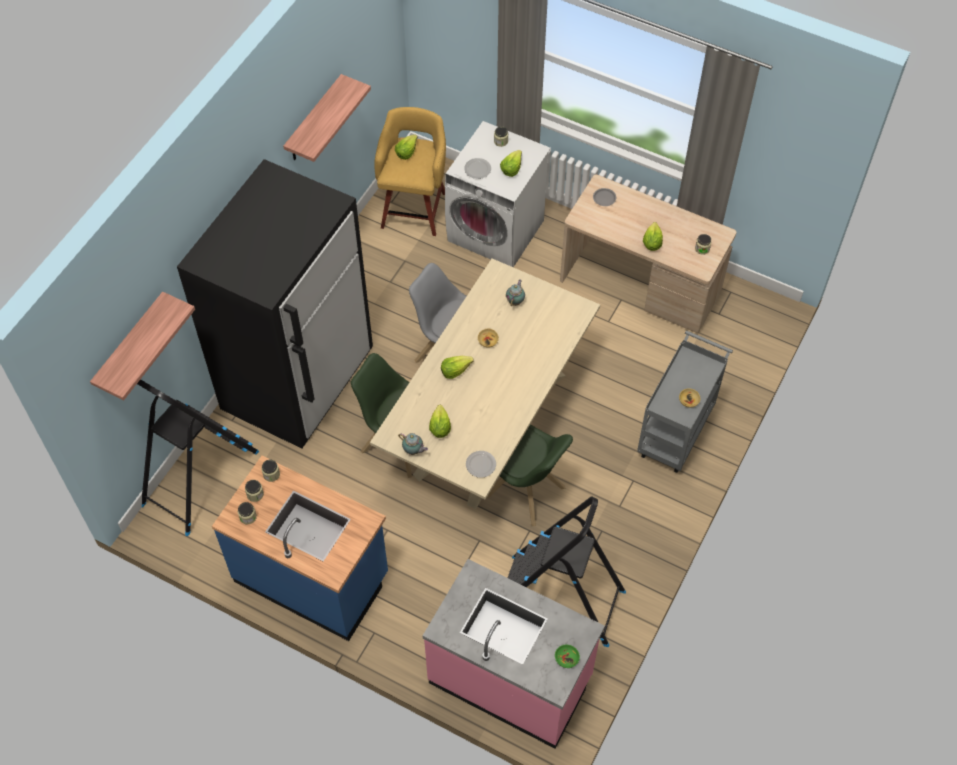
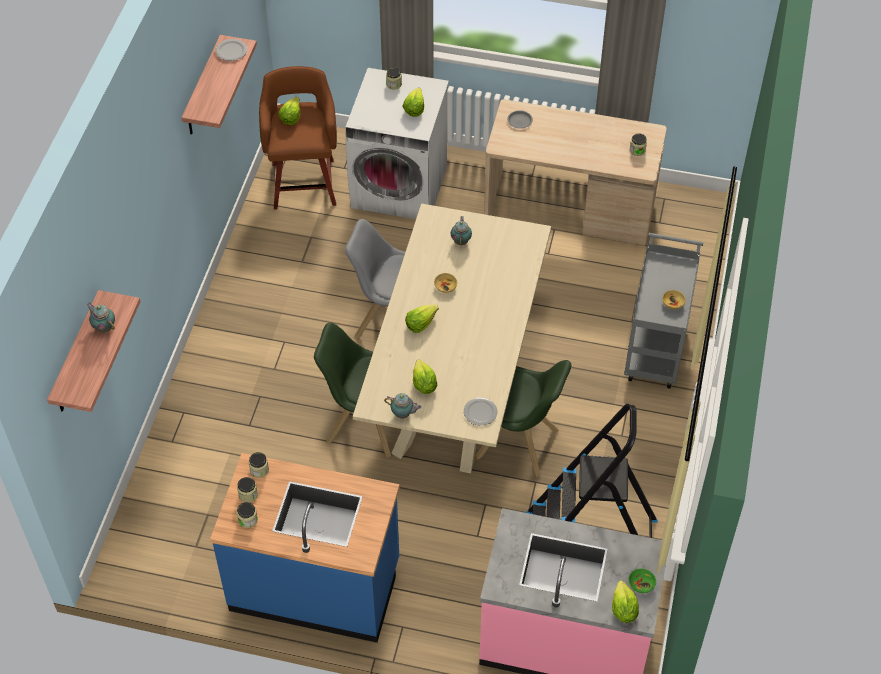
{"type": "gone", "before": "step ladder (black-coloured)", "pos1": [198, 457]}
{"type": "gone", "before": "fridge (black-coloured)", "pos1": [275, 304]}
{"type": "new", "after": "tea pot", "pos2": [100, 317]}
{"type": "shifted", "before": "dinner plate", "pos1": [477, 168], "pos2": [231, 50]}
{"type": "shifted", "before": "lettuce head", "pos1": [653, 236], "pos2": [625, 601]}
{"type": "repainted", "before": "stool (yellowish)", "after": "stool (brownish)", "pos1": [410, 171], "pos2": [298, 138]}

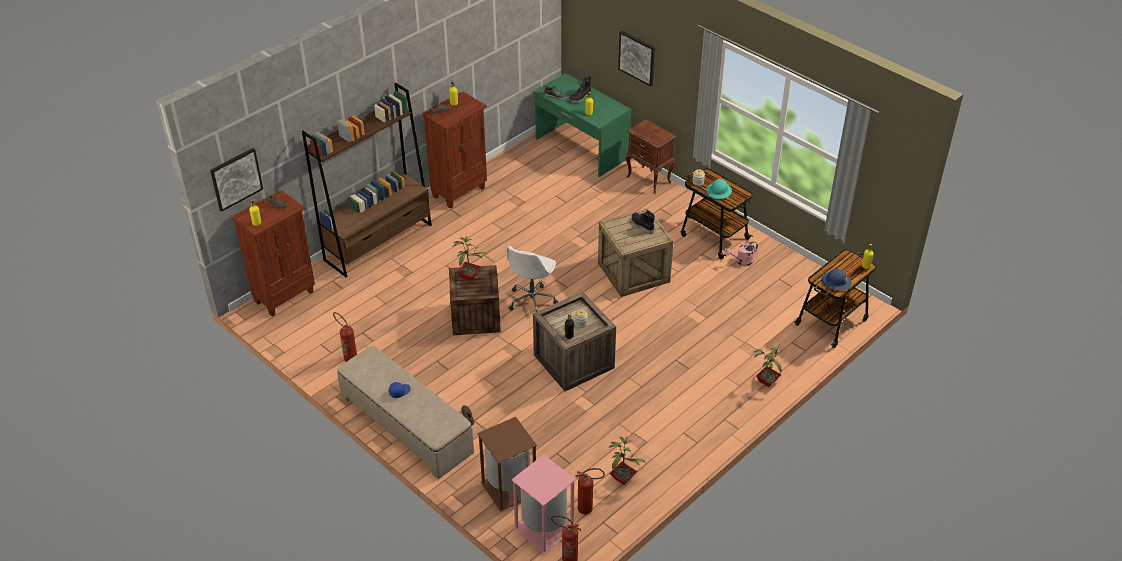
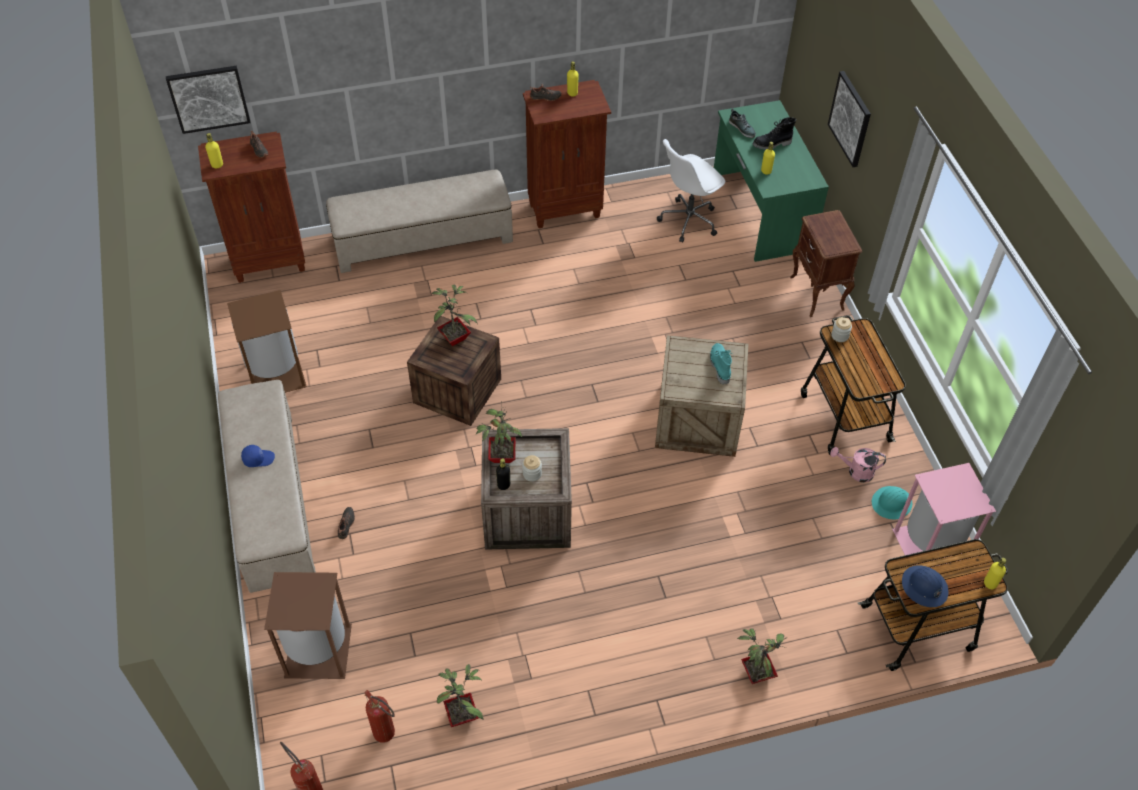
{"type": "new", "after": "plant in a pot", "pos2": [499, 432]}
{"type": "shifted", "before": "computer chair (white)", "pos1": [532, 279], "pos2": [691, 191]}
{"type": "shifted", "before": "trash can (pink-coloured)", "pos1": [544, 504], "pos2": [944, 515]}
{"type": "shifted", "before": "safety helmet (turquoise)", "pos1": [719, 189], "pos2": [892, 502]}
{"type": "swapped", "before": "shelving unit (brownish)", "after": "long seat (sand-coloured)", "pos1": [367, 180], "pos2": [419, 221]}
{"type": "swapped", "before": "fire extinguisher", "after": "trash can (brownish)", "pos1": [345, 337], "pos2": [267, 341]}
{"type": "repainted", "before": "tall boot (black-coloured)", "after": "tall boot (turquoise)", "pos1": [643, 222], "pos2": [721, 363]}

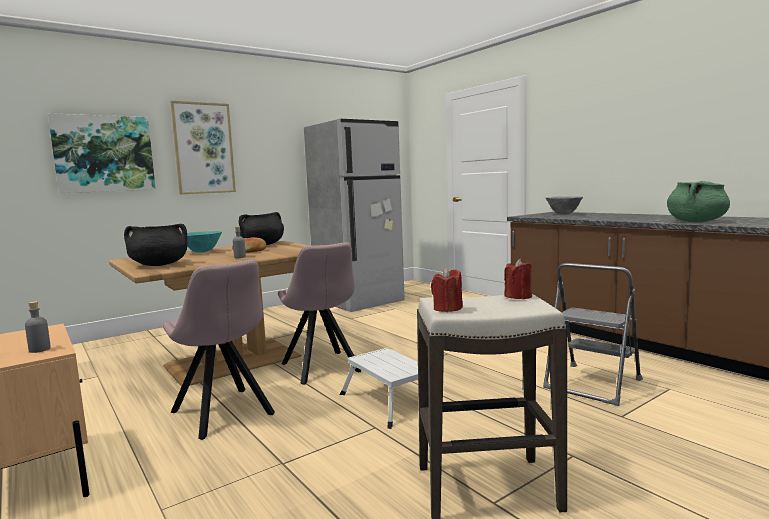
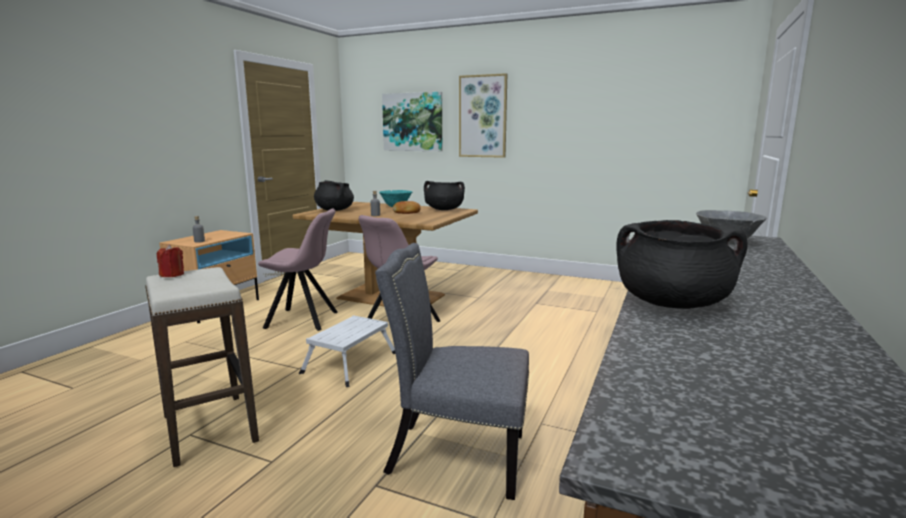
{"type": "gone", "before": "fridge (grey)", "pos1": [354, 215]}
{"type": "gone", "before": "wax light (reddish)", "pos1": [518, 279]}
{"type": "swapped", "before": "step ladder (grey)", "after": "chair (grey)", "pos1": [593, 334], "pos2": [452, 371]}
{"type": "repainted", "before": "cooking pot (green-coloured)", "after": "cooking pot (black-coloured)", "pos1": [698, 201], "pos2": [682, 264]}
{"type": "rotated", "before": "chair (pink-coloured)", "pos1": [219, 350], "pos2": [298, 269], "turn": -105}

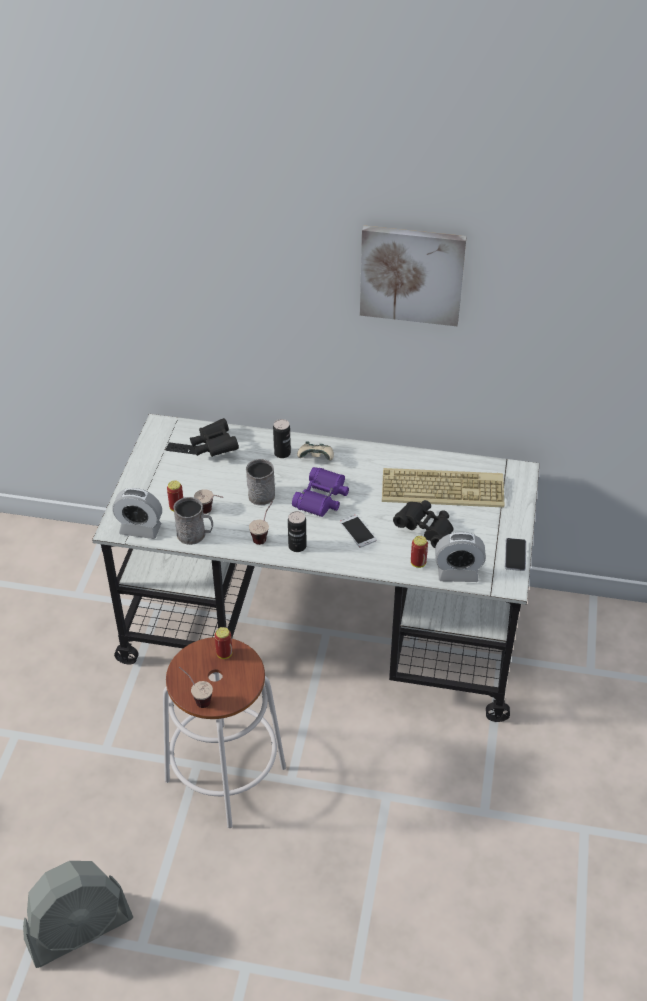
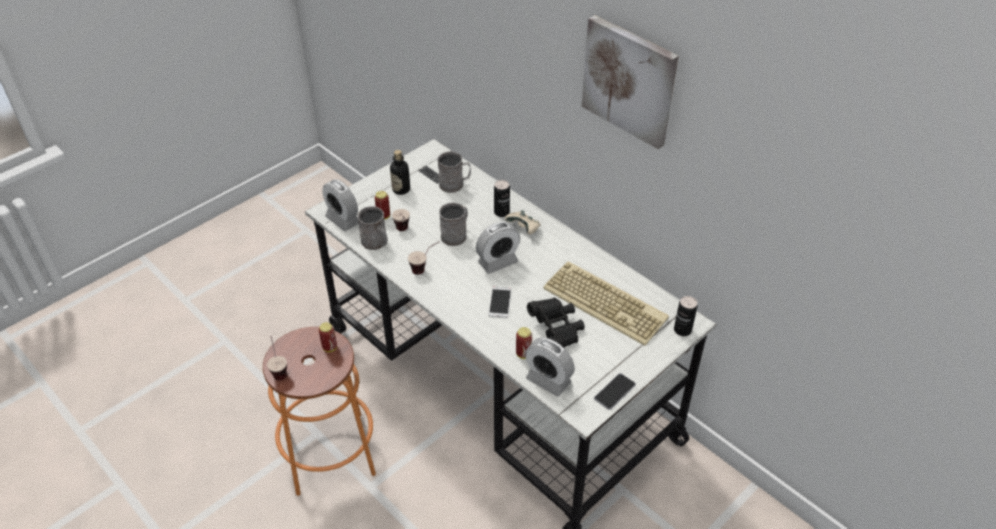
{"type": "gone", "before": "electric fan (grey)", "pos1": [78, 914]}
{"type": "new", "after": "beverage bottle", "pos2": [400, 172]}
{"type": "shifted", "before": "metal can", "pos1": [297, 531], "pos2": [686, 316]}
{"type": "swapped", "before": "field glasses (black-coloured)", "after": "tea mug (grey)", "pos1": [214, 437], "pos2": [454, 172]}
{"type": "swapped", "before": "field glasses (purple)", "after": "alarm clock", "pos1": [320, 492], "pos2": [498, 248]}
{"type": "repainted", "before": "stool (white)", "after": "stool (orange-coloured)", "pos1": [224, 732], "pos2": [319, 411]}

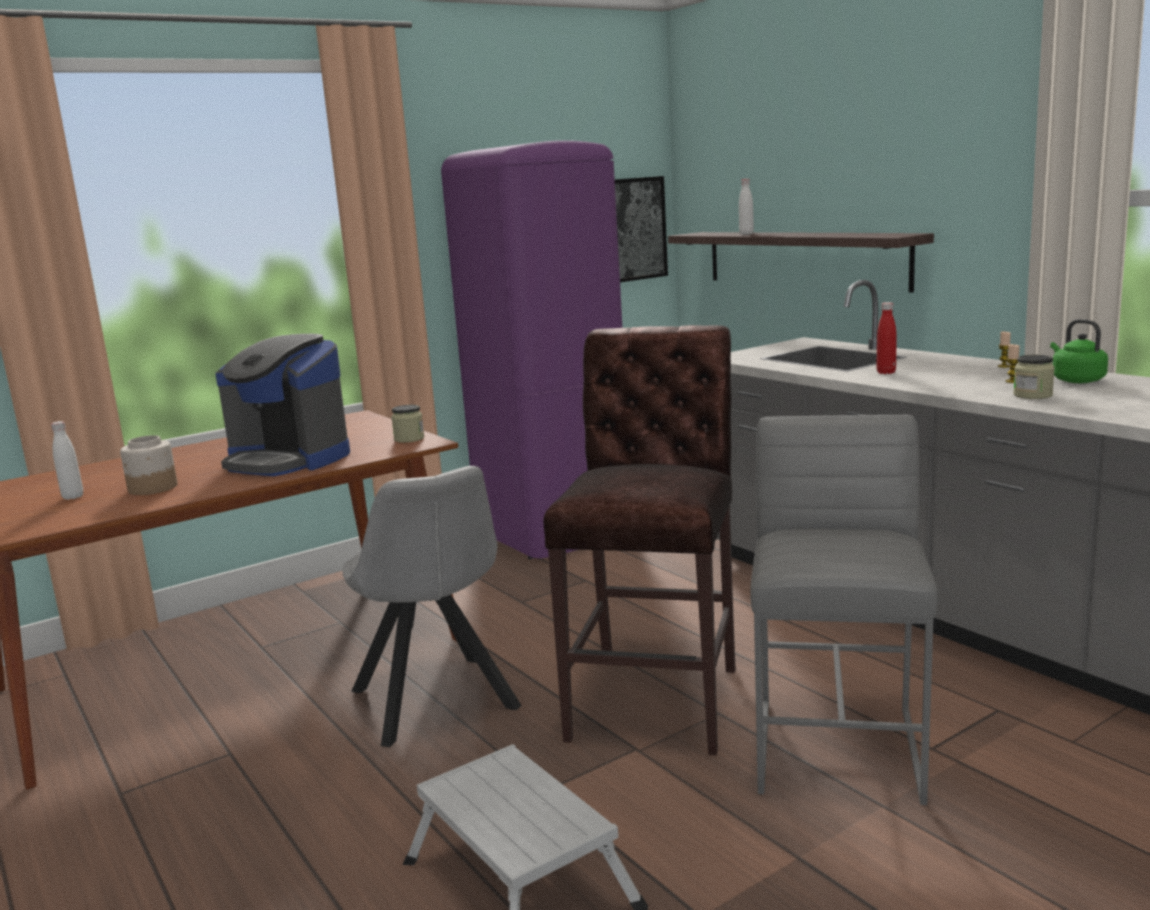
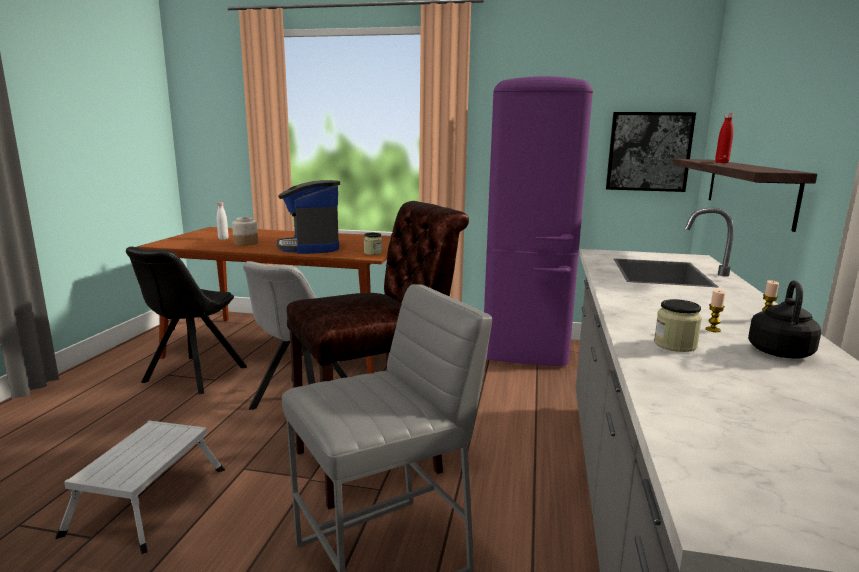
{"type": "gone", "before": "beverage bottle (white)", "pos1": [746, 207]}
{"type": "new", "after": "chair (black-coloured)", "pos2": [186, 320]}
{"type": "shifted", "before": "beverage bottle (reddish)", "pos1": [886, 338], "pos2": [724, 138]}
{"type": "repainted", "before": "kettle (green-coloured)", "after": "kettle (black-coloured)", "pos1": [1079, 351], "pos2": [784, 319]}

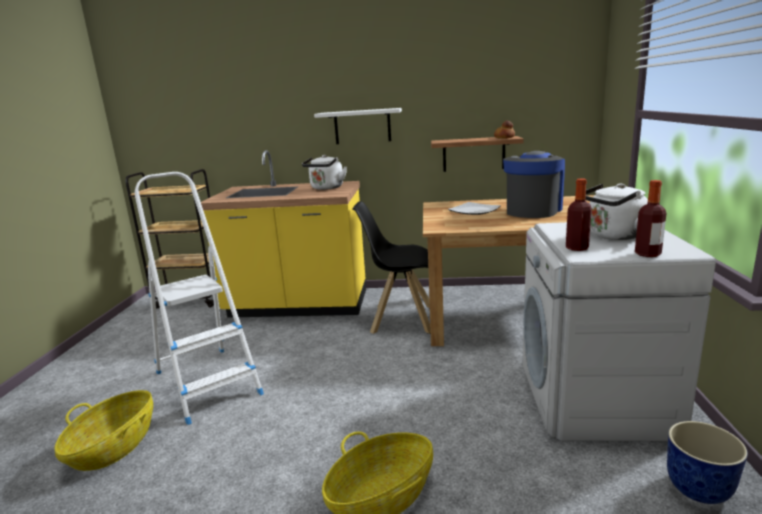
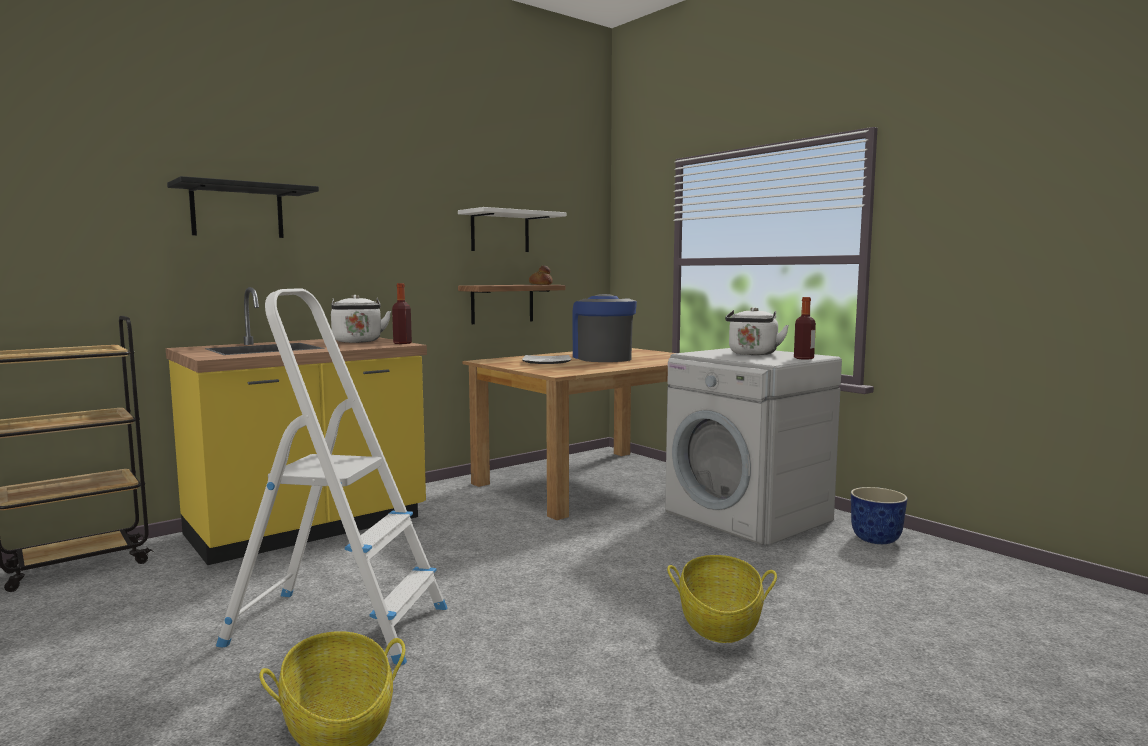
{"type": "gone", "before": "chair (black-coloured)", "pos1": [392, 267]}
{"type": "new", "after": "wall shelf (black-coloured)", "pos2": [243, 207]}
{"type": "shifted", "before": "wall shelf (white)", "pos1": [358, 126], "pos2": [512, 229]}
{"type": "shifted", "before": "beverage bottle", "pos1": [579, 215], "pos2": [402, 313]}

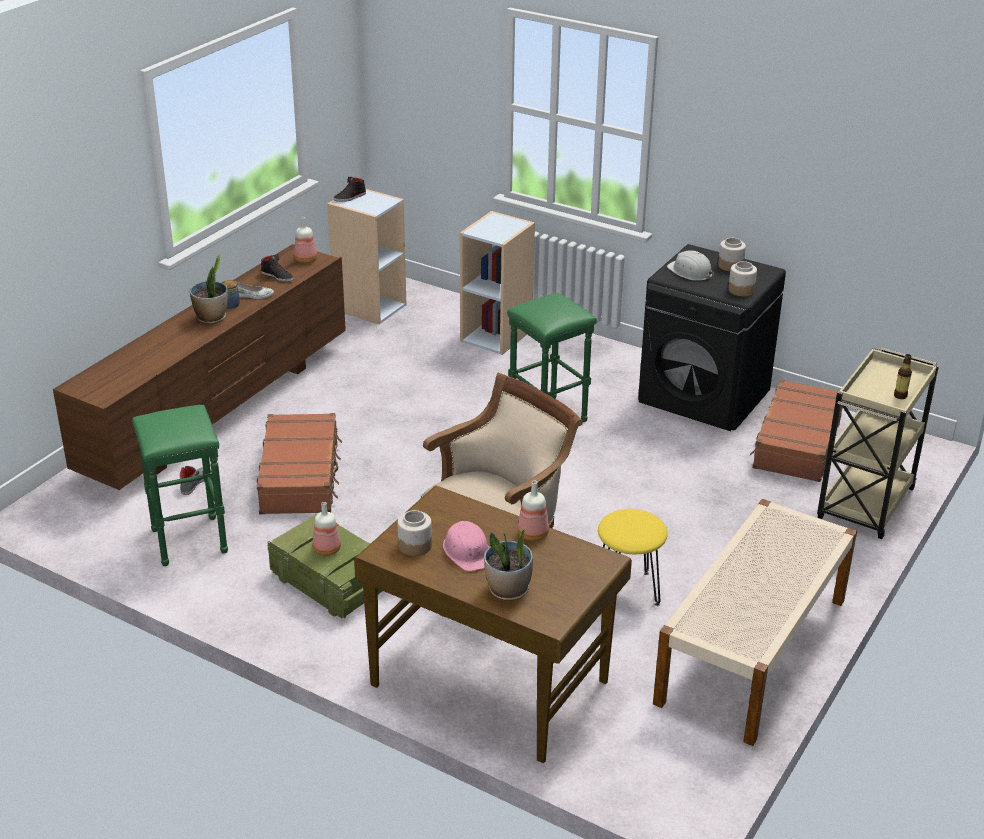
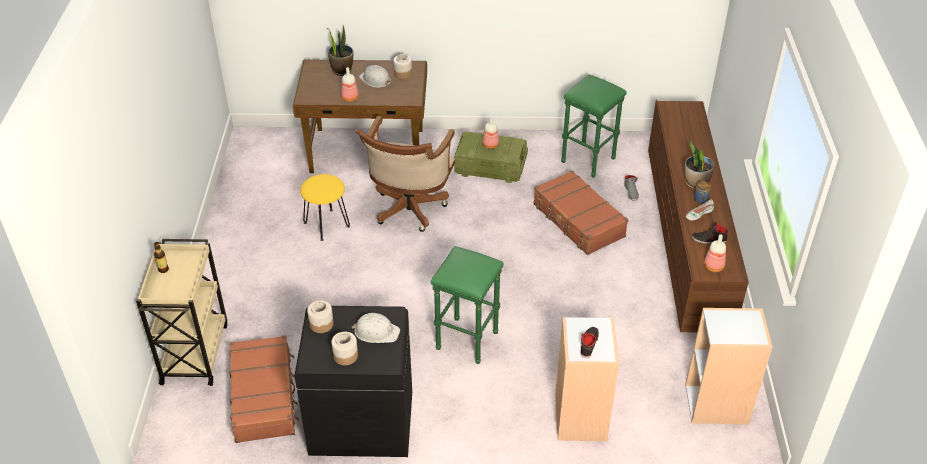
{"type": "gone", "before": "long seat (sand-coloured)", "pos1": [755, 622]}
{"type": "shifted", "before": "item of footwear (black-coloured)", "pos1": [350, 189], "pos2": [590, 342]}
{"type": "repainted", "before": "safety helmet (pink-coloured)", "after": "safety helmet (white)", "pos1": [466, 546], "pos2": [375, 76]}

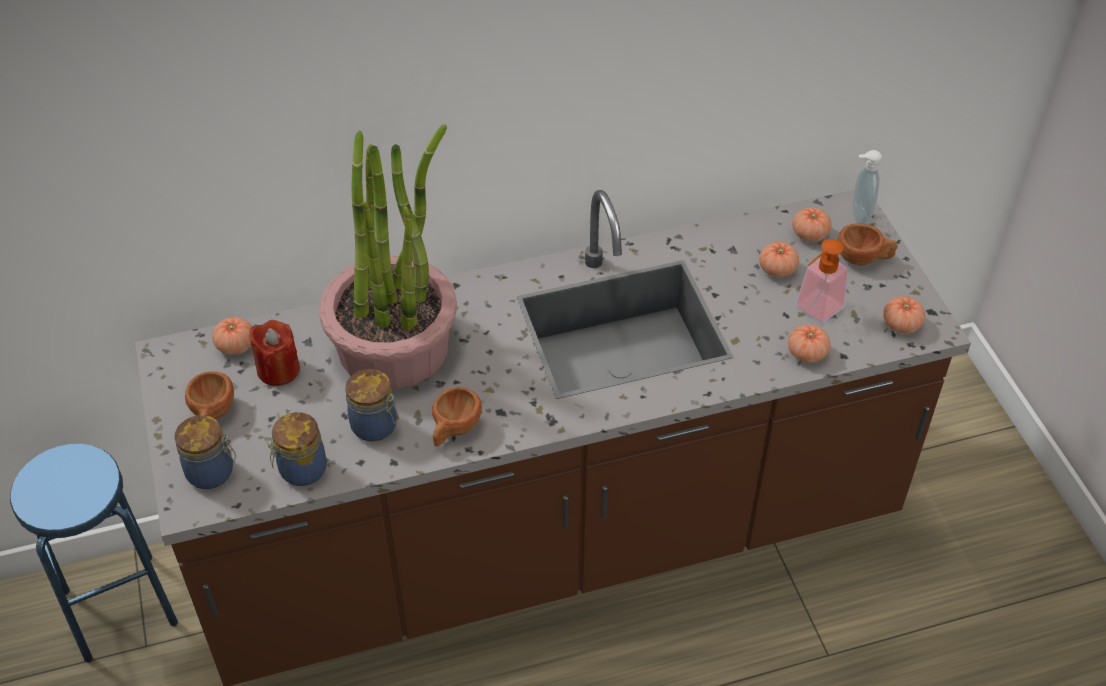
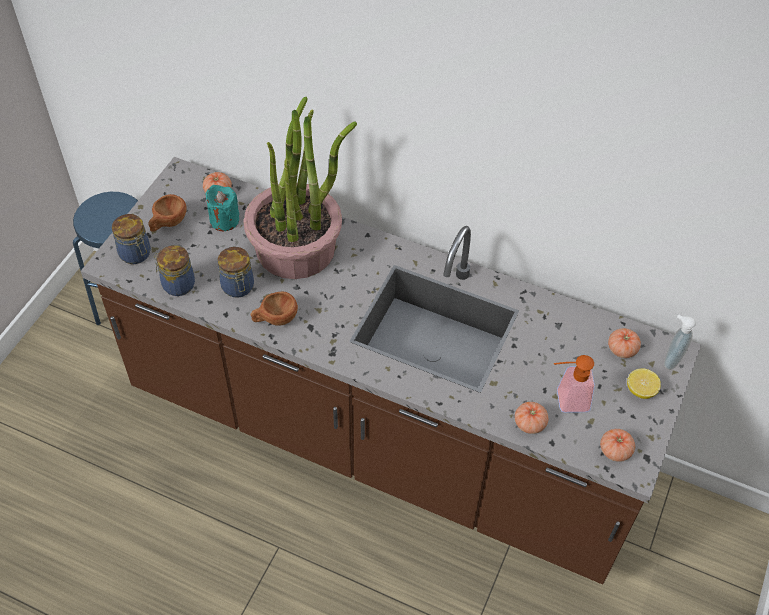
{"type": "gone", "before": "whole tomato", "pos1": [779, 259]}
{"type": "swapped", "before": "drinking cup (brownish)", "after": "lemon", "pos1": [868, 244], "pos2": [644, 383]}
{"type": "repainted", "before": "wax light (reddish)", "after": "wax light (turquoise)", "pos1": [275, 353], "pos2": [222, 208]}

